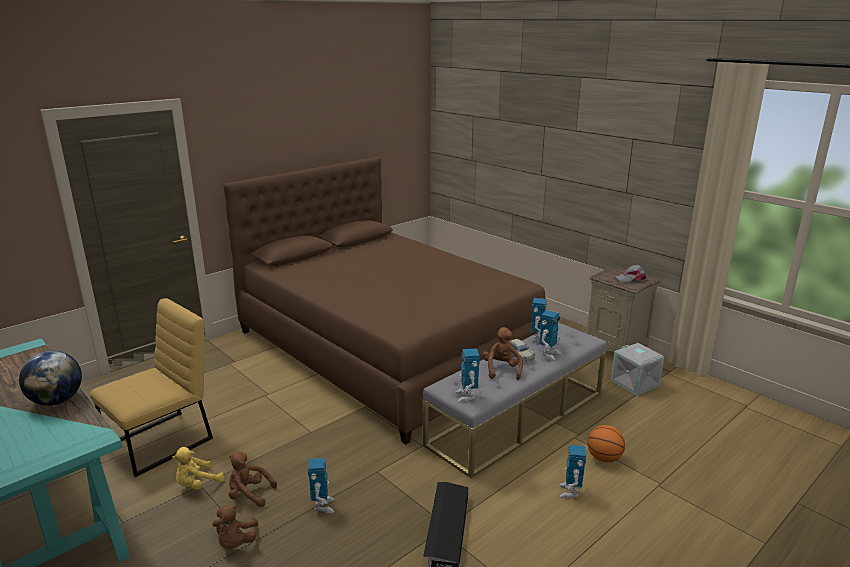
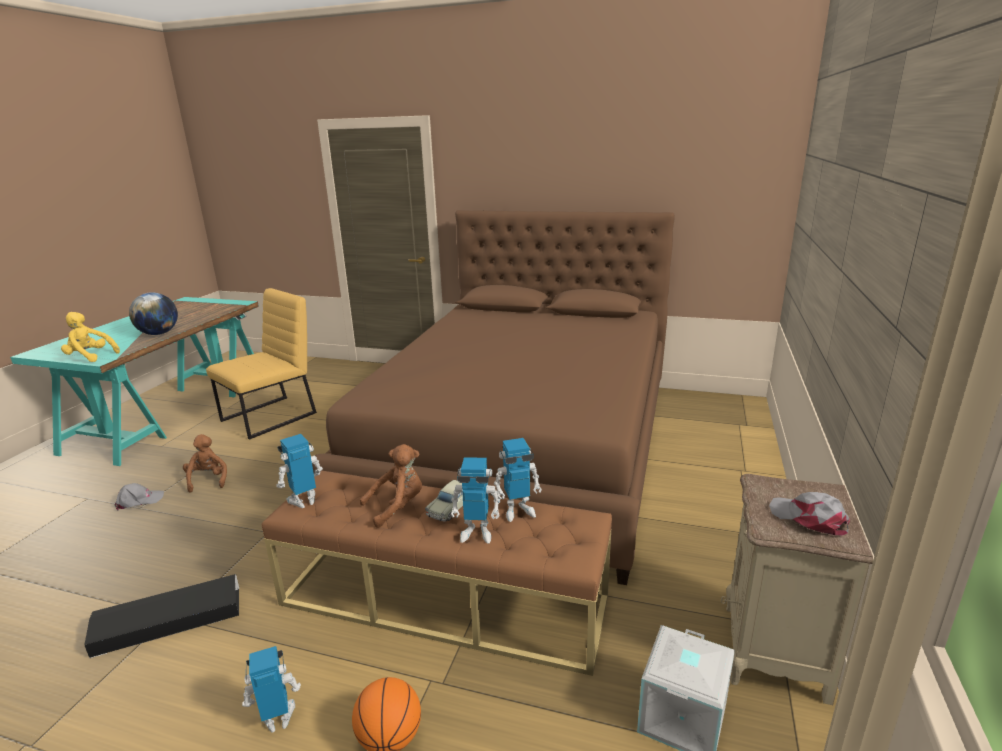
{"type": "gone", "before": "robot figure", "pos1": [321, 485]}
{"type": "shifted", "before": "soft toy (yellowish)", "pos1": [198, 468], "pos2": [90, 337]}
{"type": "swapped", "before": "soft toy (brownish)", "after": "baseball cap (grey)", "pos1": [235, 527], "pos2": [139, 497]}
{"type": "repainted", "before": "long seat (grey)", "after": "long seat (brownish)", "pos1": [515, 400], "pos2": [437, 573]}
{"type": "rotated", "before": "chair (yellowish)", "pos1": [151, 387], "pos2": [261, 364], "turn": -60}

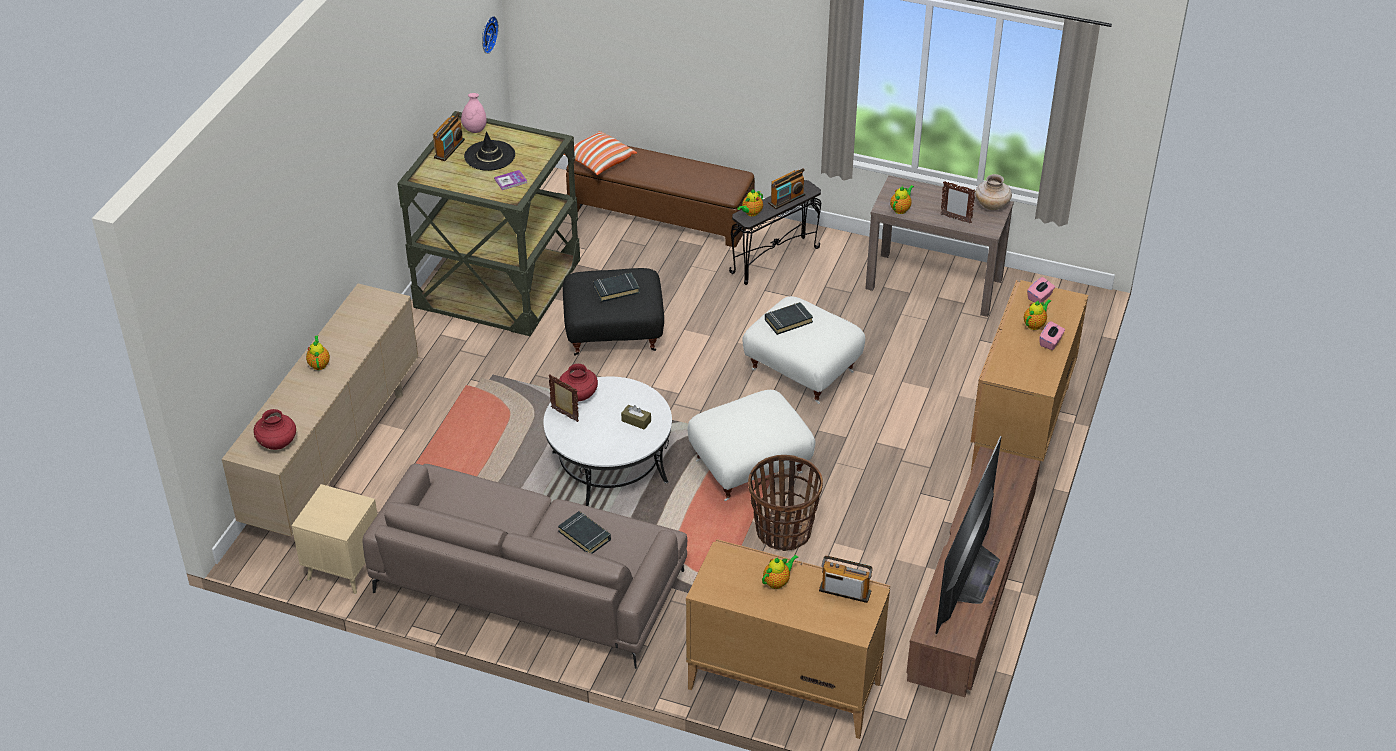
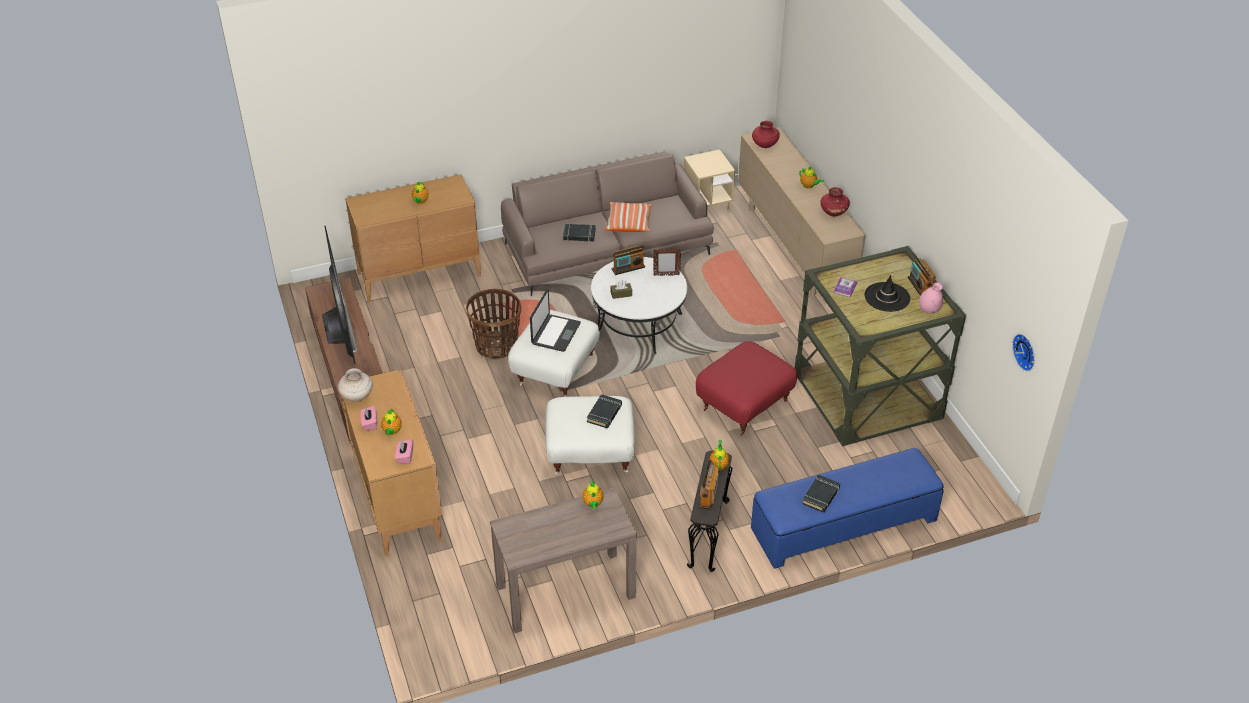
{"type": "gone", "before": "photo frame", "pos1": [958, 202]}
{"type": "new", "after": "laptop", "pos2": [555, 320]}
{"type": "shifted", "before": "decorative vase (reddish)", "pos1": [578, 382], "pos2": [835, 201]}
{"type": "shifted", "before": "pillow", "pos1": [600, 153], "pos2": [628, 217]}
{"type": "shifted", "before": "book (black-coloured)", "pos1": [616, 287], "pos2": [821, 494]}
{"type": "shifted", "before": "radio", "pos1": [846, 579], "pos2": [628, 260]}
{"type": "shifted", "before": "decorative vase (sand-coloured)", "pos1": [993, 192], "pos2": [355, 385]}
{"type": "repainted", "before": "ottoman (black-coloured)", "after": "ottoman (reddish)", "pos1": [613, 311], "pos2": [746, 388]}
{"type": "repainted", "before": "long seat (brownish)", "after": "long seat (bluish)", "pos1": [660, 196], "pos2": [847, 508]}

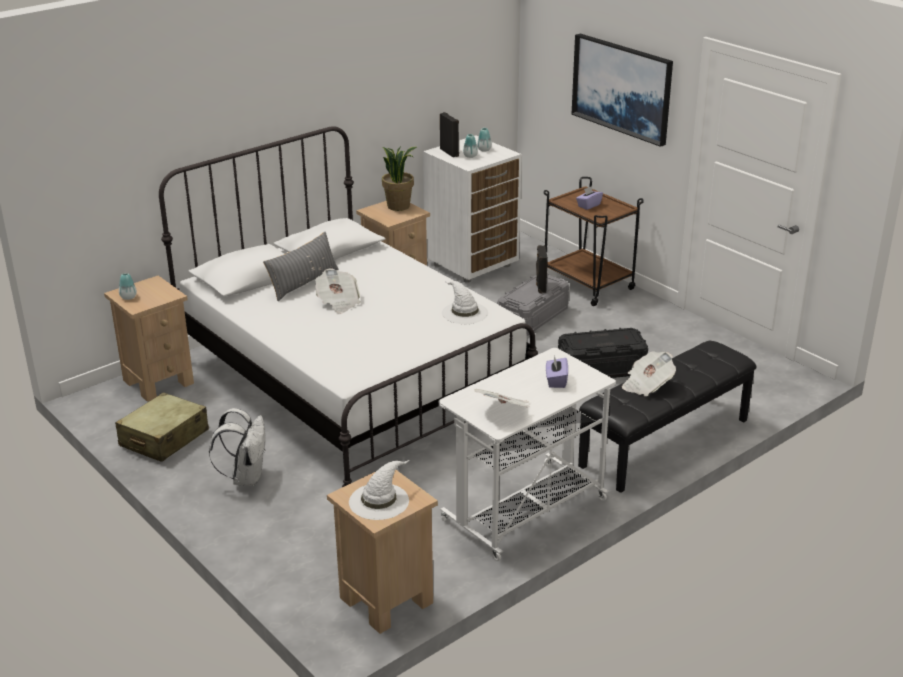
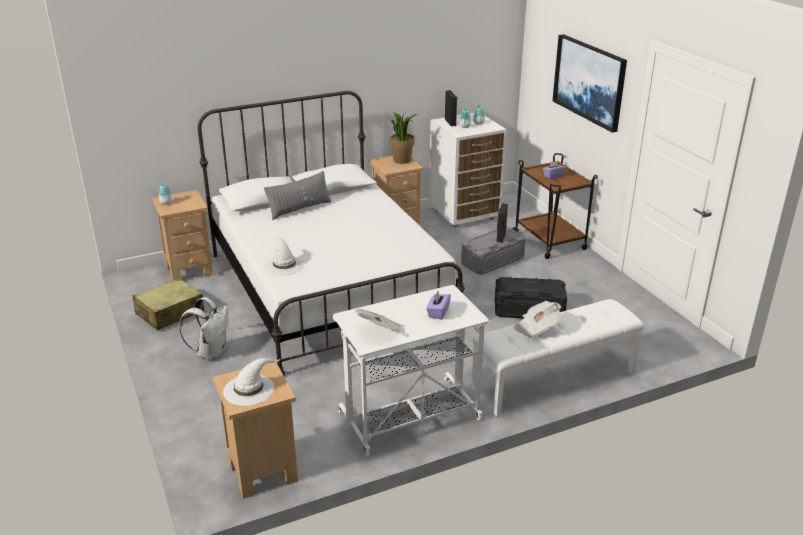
{"type": "gone", "before": "newspaper", "pos1": [338, 291]}
{"type": "shifted", "before": "wearable hat (white)", "pos1": [465, 302], "pos2": [284, 256]}
{"type": "repainted", "before": "long seat (black-coloured)", "after": "long seat (white)", "pos1": [667, 417], "pos2": [558, 357]}

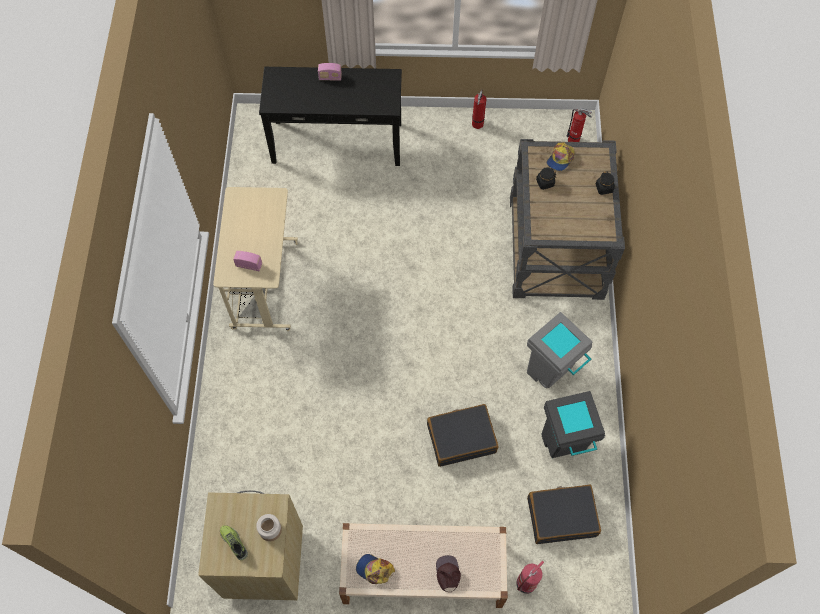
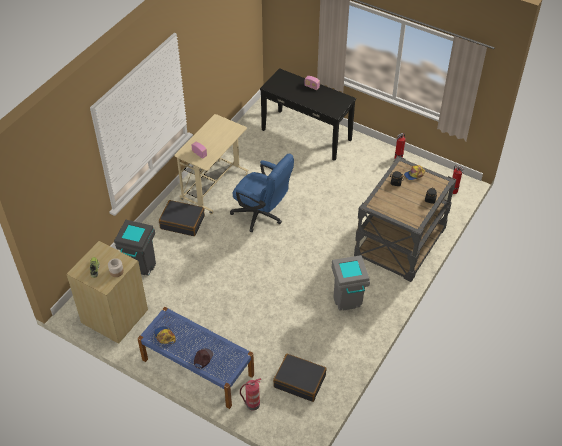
{"type": "new", "after": "computer chair (bluish)", "pos2": [262, 193]}
{"type": "shifted", "before": "travel case (black-coloured)", "pos1": [462, 435], "pos2": [182, 218]}
{"type": "shifted", "before": "trash can (grey)", "pos1": [573, 424], "pos2": [135, 248]}
{"type": "repainted", "before": "long seat (sand-coloured)", "after": "long seat (bluish)", "pos1": [423, 565], "pos2": [195, 358]}

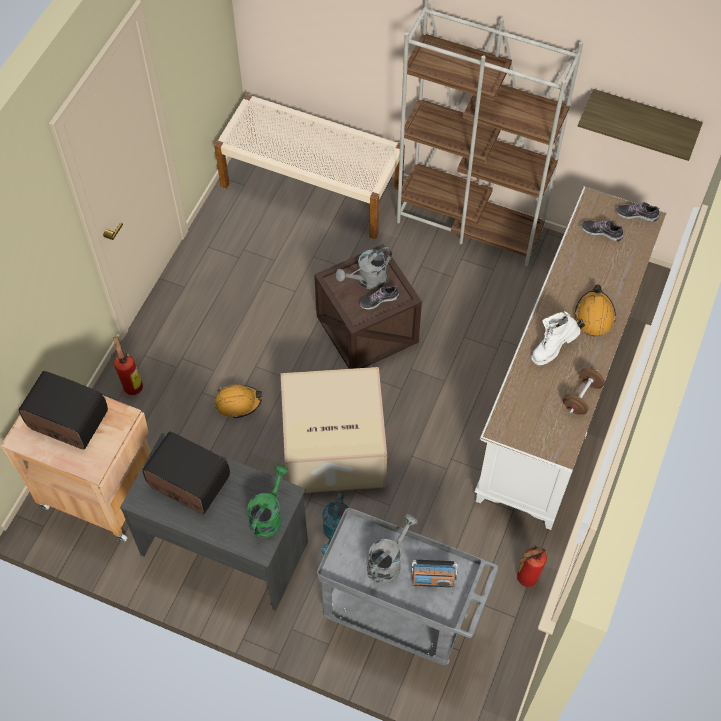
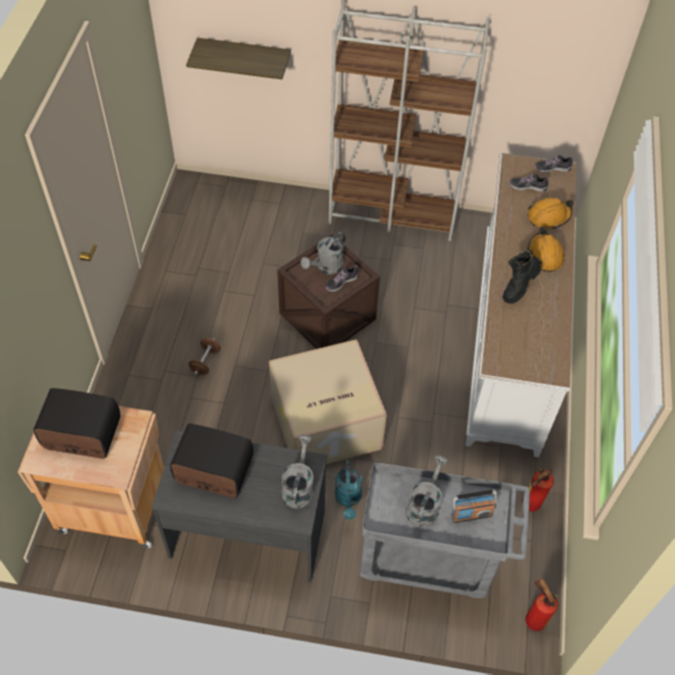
{"type": "gone", "before": "long seat (sand-coloured)", "pos1": [309, 167]}
{"type": "shifted", "before": "fire extinguisher", "pos1": [127, 365], "pos2": [541, 604]}
{"type": "shifted", "before": "safety helmet (orange-coloured)", "pos1": [238, 401], "pos2": [551, 213]}
{"type": "shifted", "before": "hand weight (brownish)", "pos1": [584, 391], "pos2": [204, 356]}
{"type": "shifted", "before": "wall shelf", "pos1": [640, 125], "pos2": [238, 59]}
{"type": "repainted", "before": "watering can (green-coloured)", "after": "watering can (grey)", "pos1": [267, 501], "pos2": [298, 472]}
{"type": "repainted", "before": "tall boot (white)", "after": "tall boot (black-coloured)", "pos1": [556, 338], "pos2": [521, 277]}

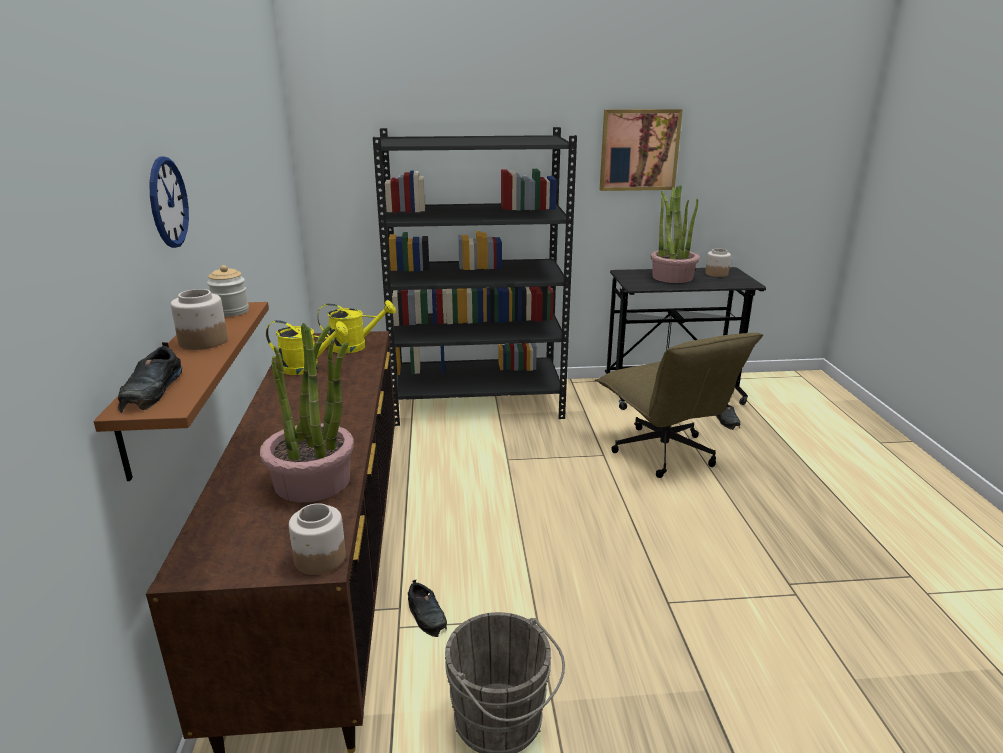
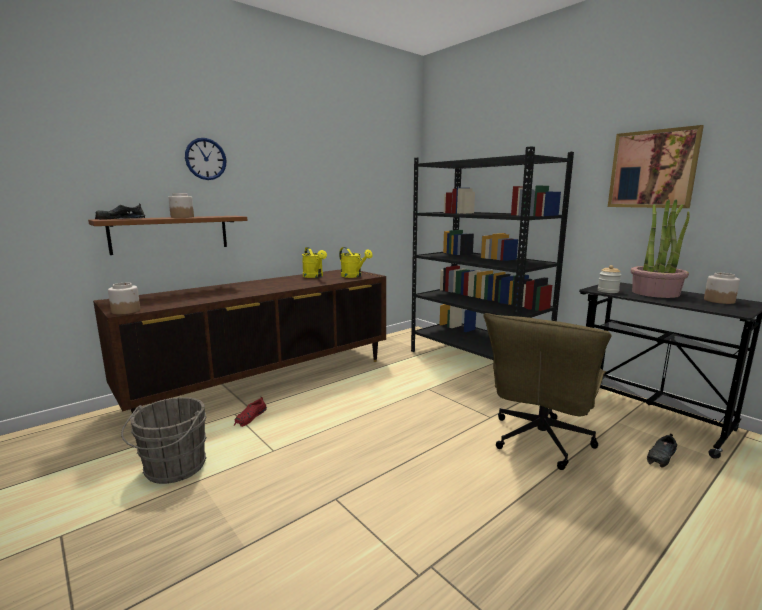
{"type": "gone", "before": "plant in a pot", "pos1": [307, 412]}
{"type": "shifted", "before": "preserve jar", "pos1": [228, 291], "pos2": [609, 279]}
{"type": "repainted", "before": "item of footwear (black-coloured)", "after": "item of footwear (reddish)", "pos1": [427, 608], "pos2": [250, 412]}

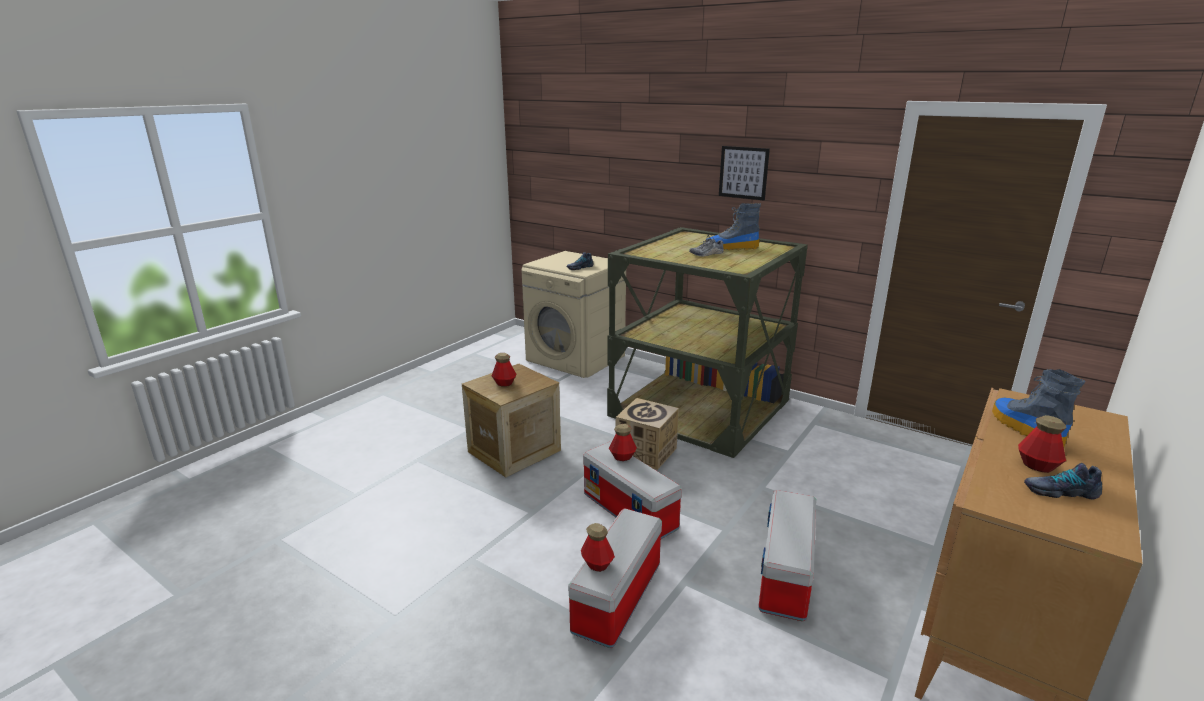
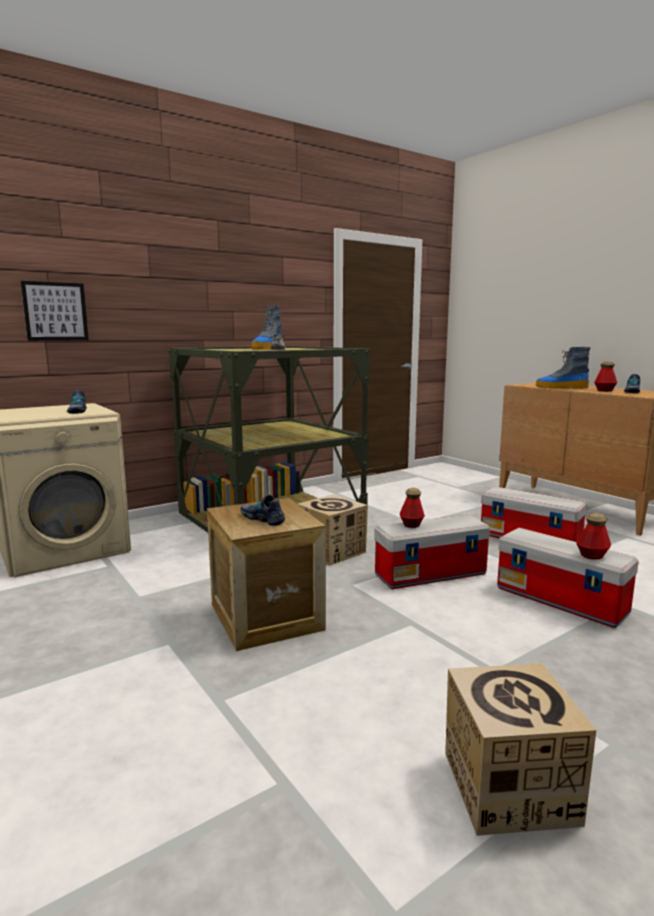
{"type": "new", "after": "packing box", "pos2": [520, 749]}
{"type": "shifted", "before": "wall picture", "pos1": [744, 173], "pos2": [55, 311]}
{"type": "swapped", "before": "beverage bottle", "after": "item of footwear", "pos1": [504, 370], "pos2": [262, 510]}

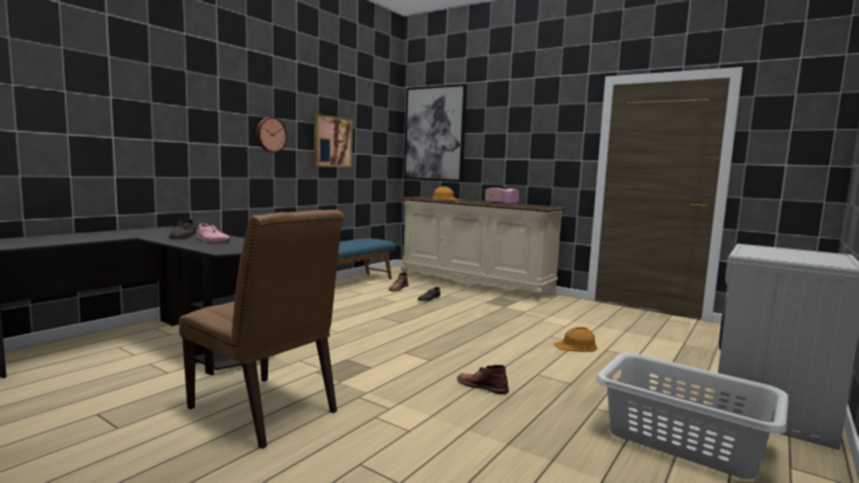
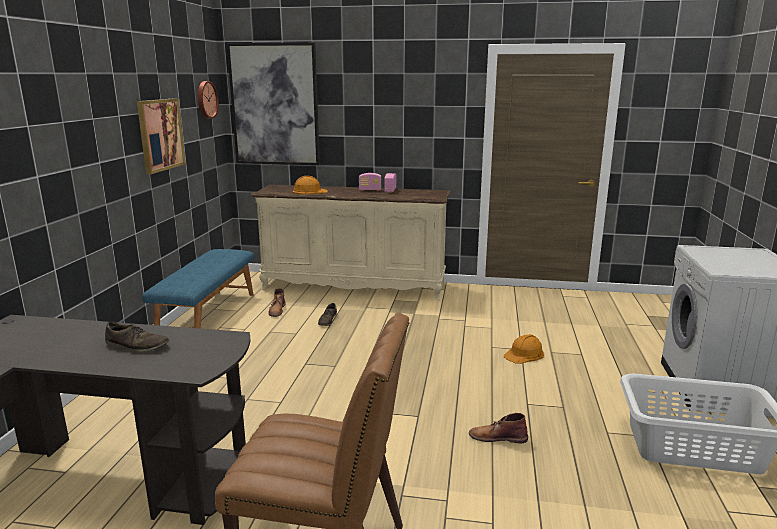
{"type": "gone", "before": "item of footwear (grey)", "pos1": [182, 229]}
{"type": "shifted", "before": "hanging clock", "pos1": [271, 135], "pos2": [208, 100]}
{"type": "repainted", "before": "item of footwear (pink-coloured)", "after": "item of footwear (brownish)", "pos1": [213, 232], "pos2": [137, 337]}

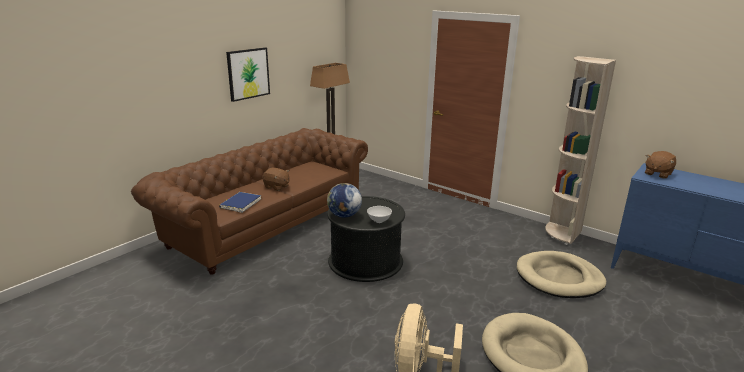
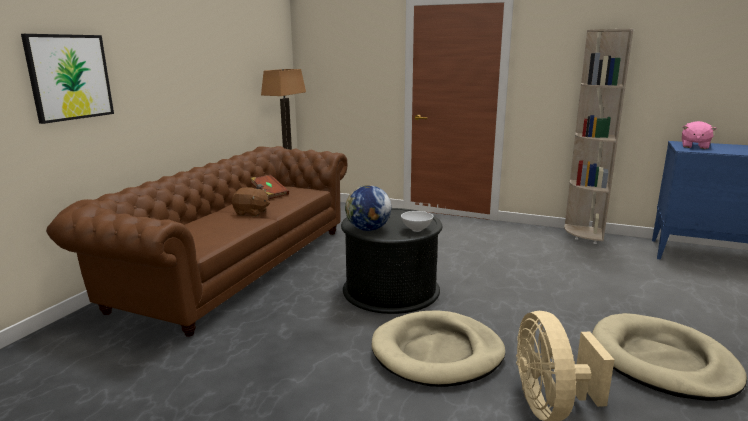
{"type": "gone", "before": "book (bluish)", "pos1": [240, 202]}
{"type": "new", "after": "book (brownish)", "pos2": [269, 187]}
{"type": "shifted", "before": "wall picture", "pos1": [248, 74], "pos2": [67, 79]}
{"type": "shifted", "before": "dog bed (sand-coloured)", "pos1": [561, 274], "pos2": [438, 348]}
{"type": "repainted", "before": "soft toy (brownish)", "after": "soft toy (pink-coloured)", "pos1": [660, 165], "pos2": [699, 135]}

